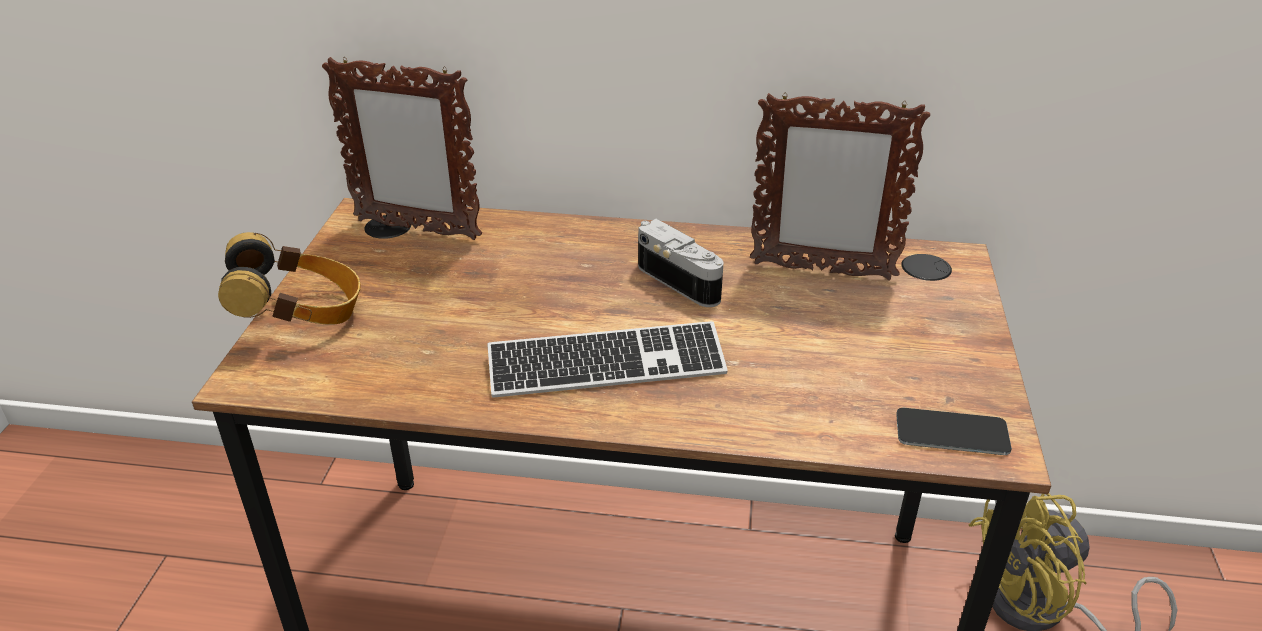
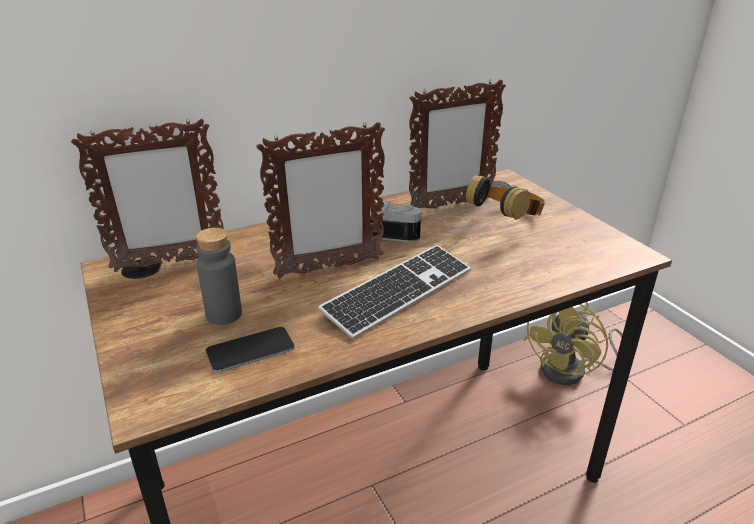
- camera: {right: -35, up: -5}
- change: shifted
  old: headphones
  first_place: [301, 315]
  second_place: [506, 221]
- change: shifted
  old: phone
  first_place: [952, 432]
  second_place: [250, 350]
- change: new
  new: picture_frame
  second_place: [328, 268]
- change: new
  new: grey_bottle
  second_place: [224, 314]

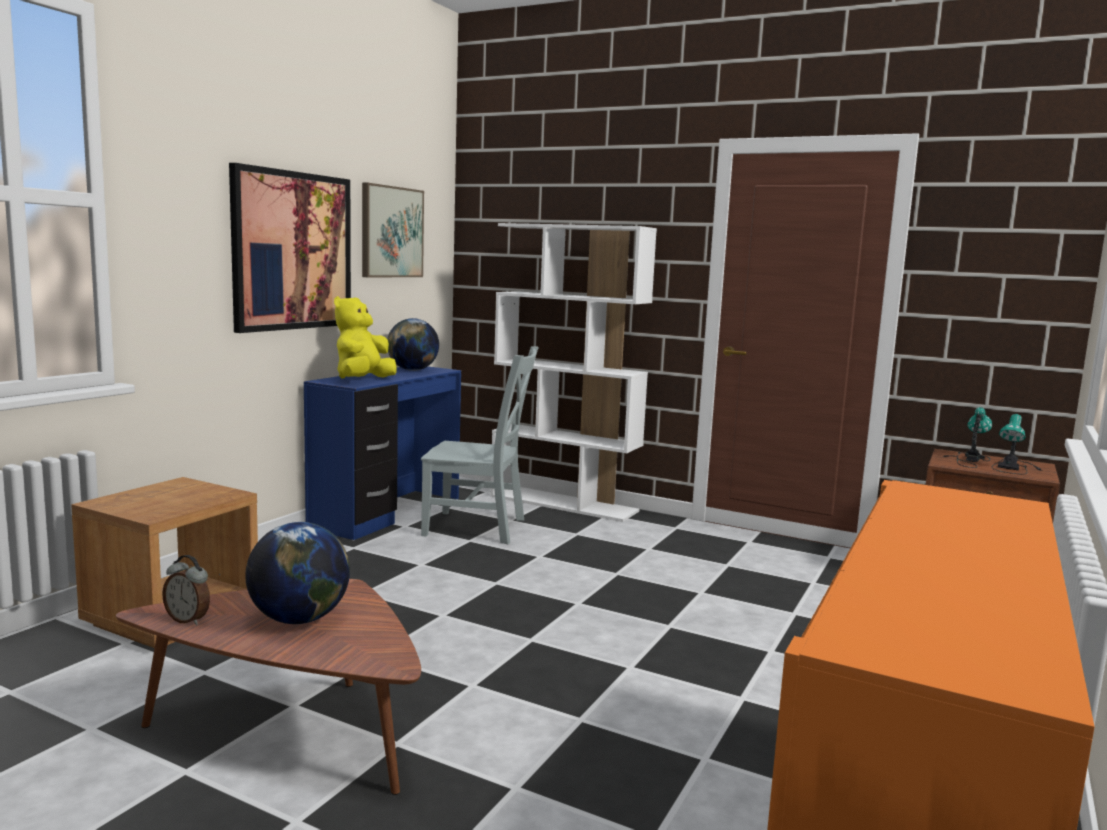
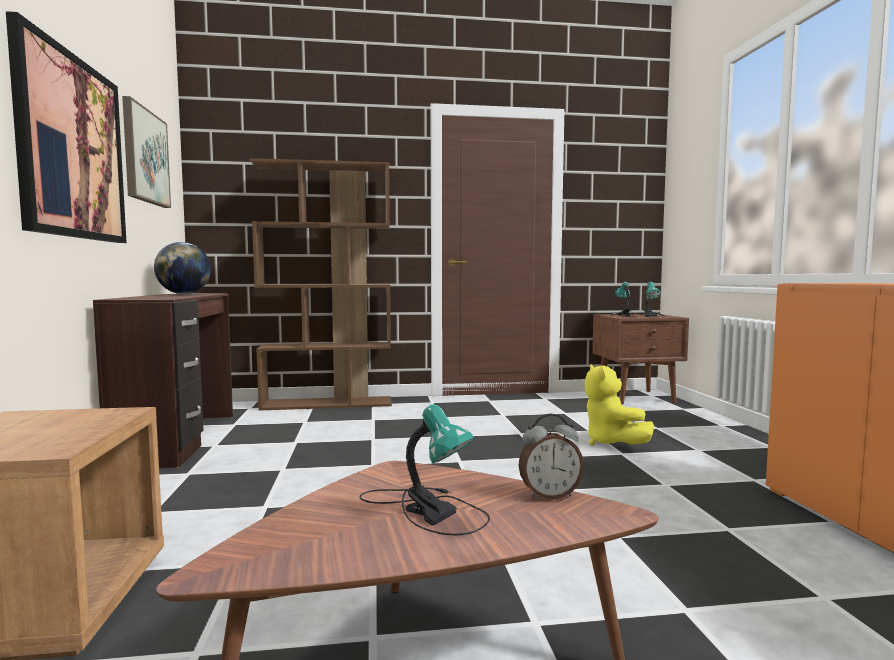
- camera: {right: -35, up: -5}
- change: repainted
  old: white_bookcase
  new: brown_bookcase
  first_place: [564, 503]
  second_place: [328, 403]
- change: shifted
  old: yellow_plush_toy
  first_place: [363, 380]
  second_place: [611, 443]
- change: gone
  old: grey_chair
  first_place: [479, 528]
- change: repainted
  old: blue_desk
  new: brown_desk
  first_place: [388, 513]
  second_place: [180, 439]
- change: swapped
  old: globe
  new: table_lamp
  first_place: [299, 619]
  second_place: [427, 509]
- change: shifted
  old: alarm_clock
  first_place: [188, 620]
  second_place: [549, 495]

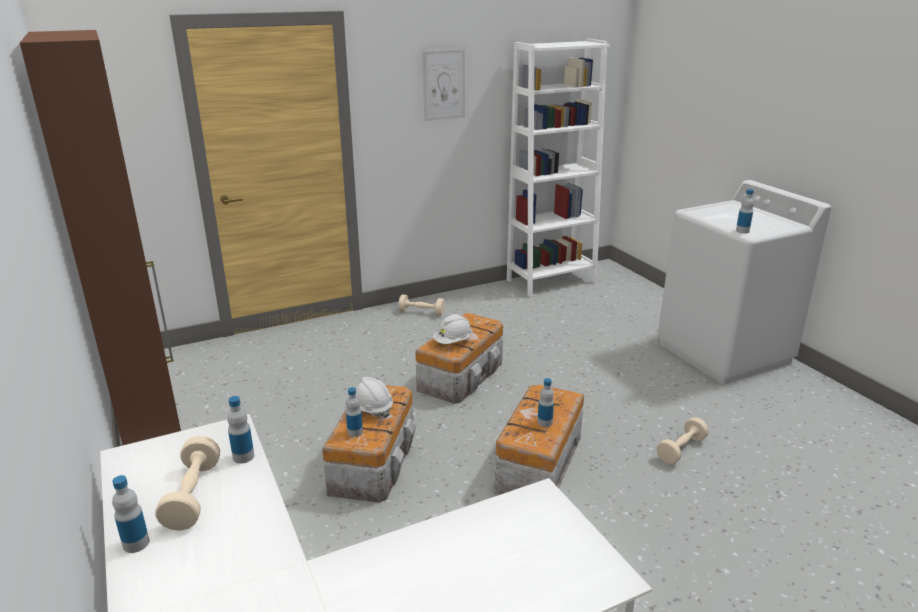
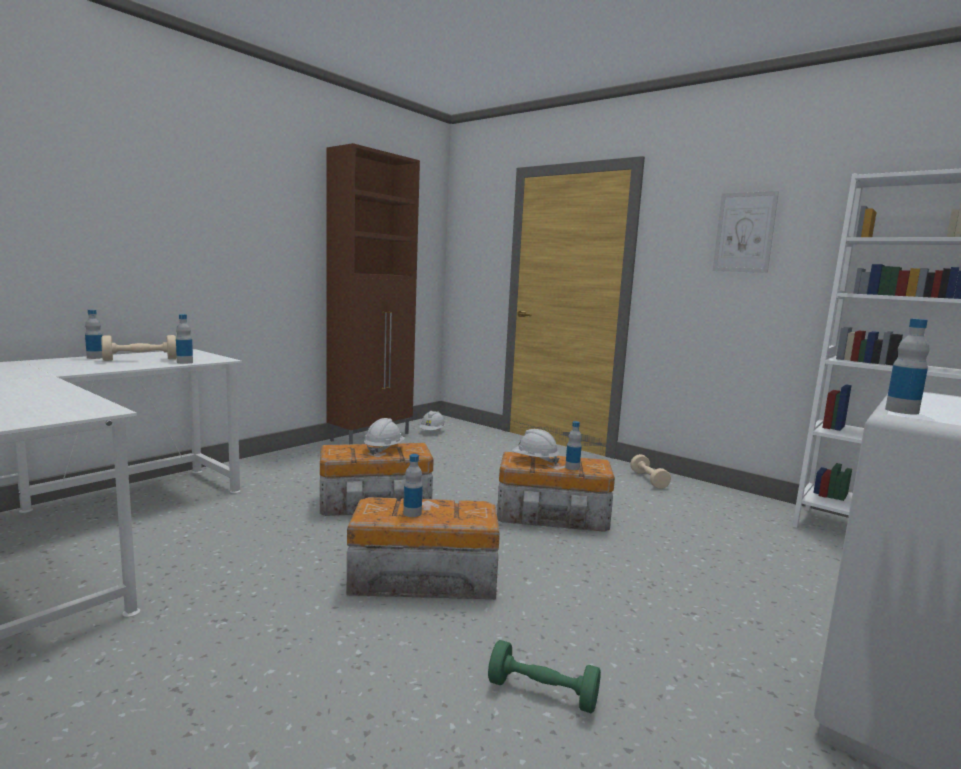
- camera: {right: 65, up: -15}
- change: shifted
  old: bottle
  first_place: [355, 432]
  second_place: [572, 467]
- change: repainted
  old: beige_dumbbell
  new: green_dumbbell
  first_place: [681, 449]
  second_place: [542, 693]
- change: new
  new: white_hard_hat
  second_place: [432, 431]

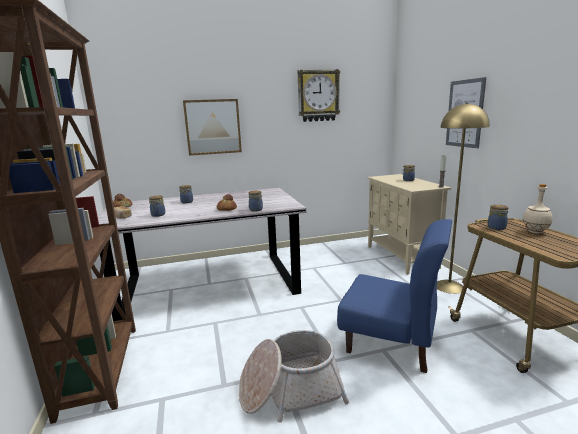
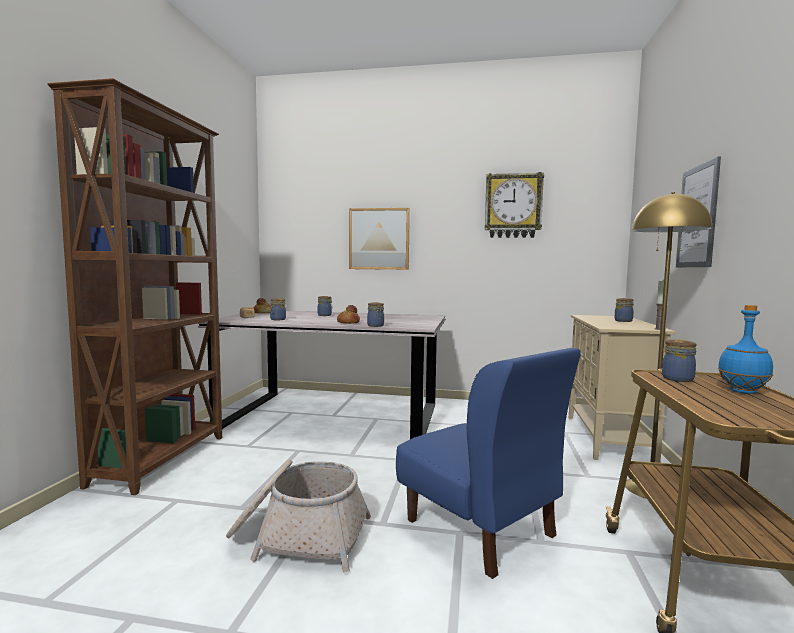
- camera: {right: 25, up: -10}
- change: repainted
  old: beige_bottle
  new: blue_bottle
  first_place: [534, 232]
  second_place: [741, 391]

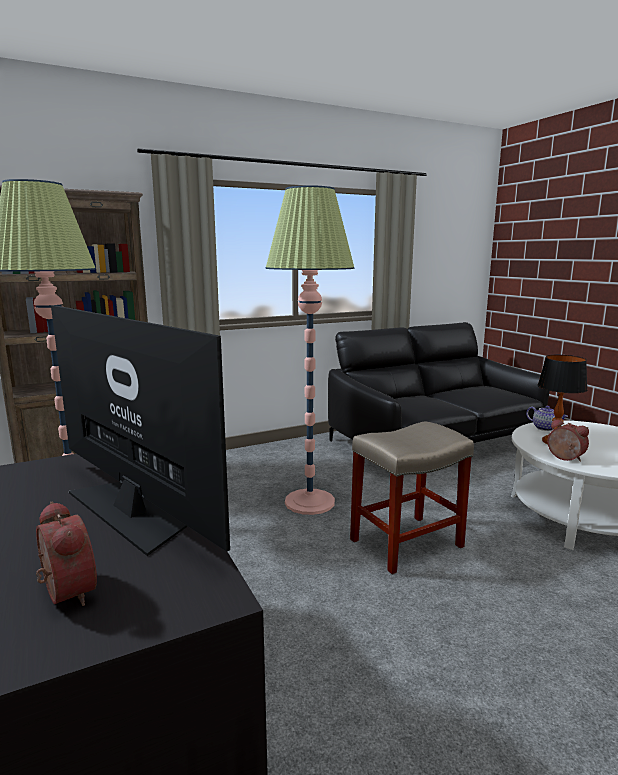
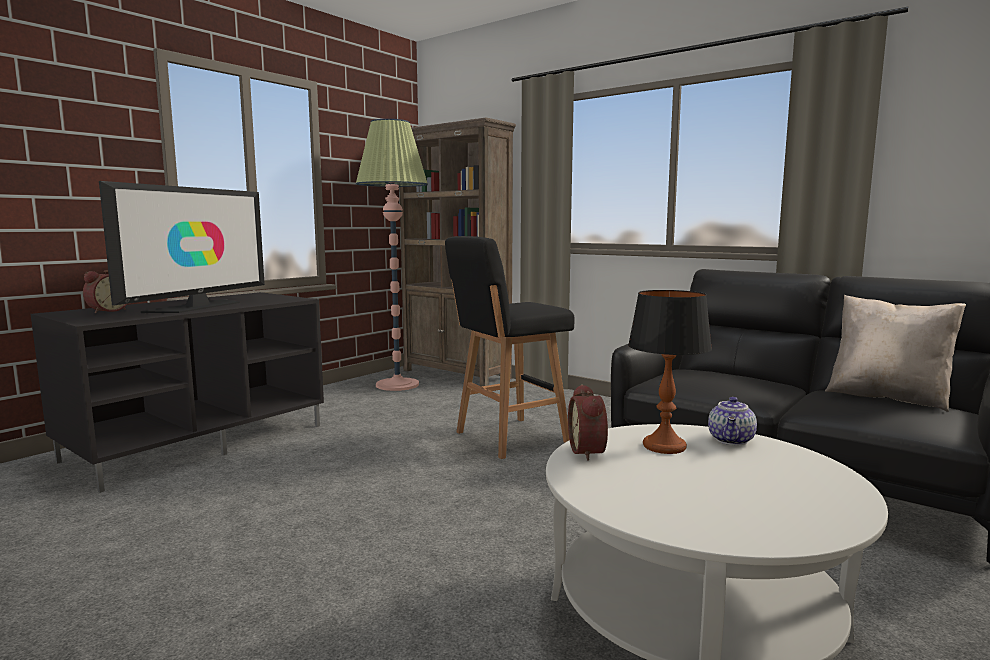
- camera: {right: 65, up: -5}
- change: swapped
  old: floor_lamp
  new: black_stool
  first_place: [309, 502]
  second_place: [508, 438]
- change: rotated
  old: alarm_clock
  first_place: [564, 458]
  second_place: [590, 451]
  degrees: 150
- change: gone
  old: beige_stool
  first_place: [407, 542]
- change: new
  new: beige_pillow
  second_place: [887, 397]

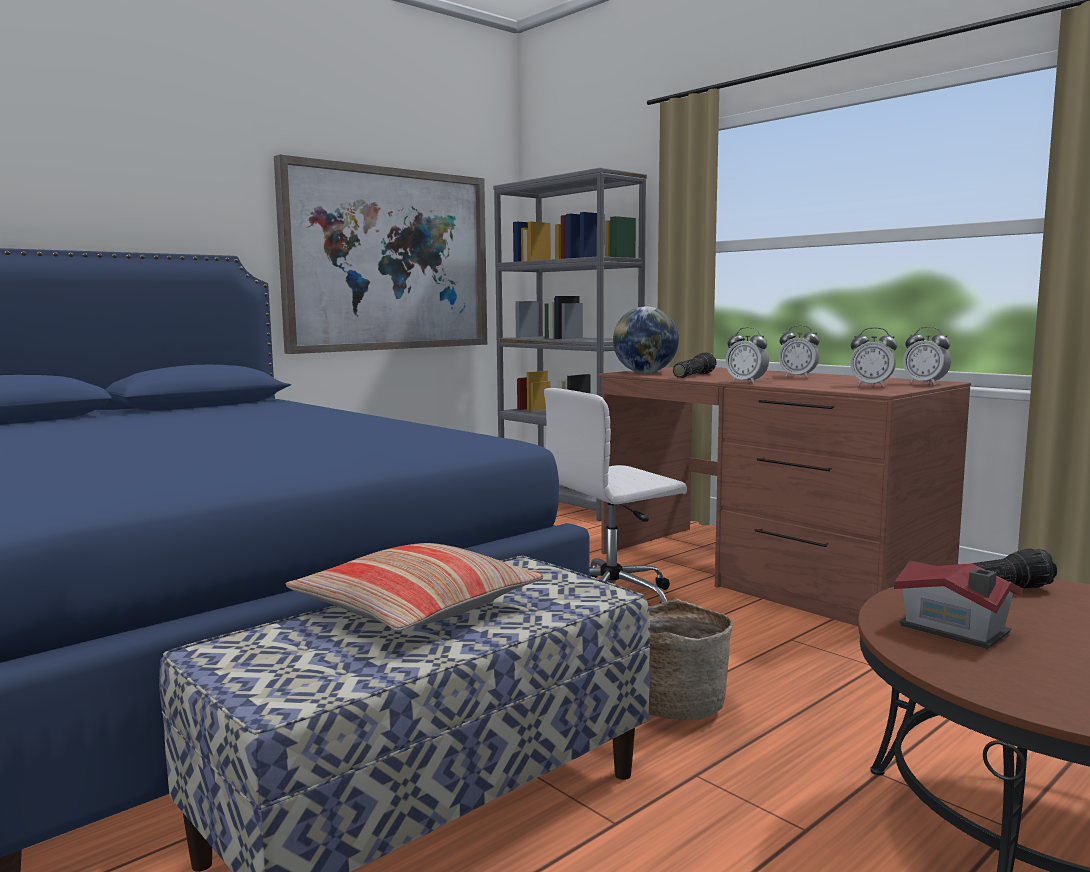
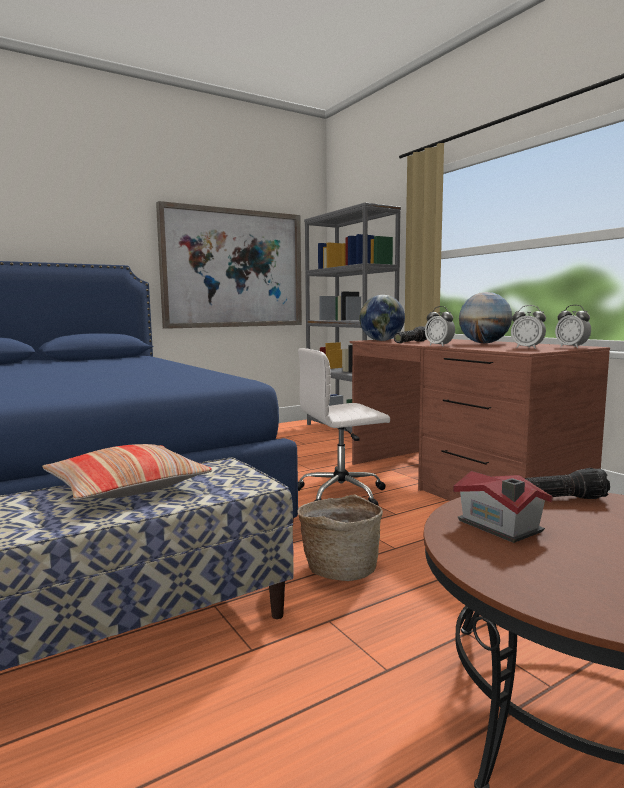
- camera: {right: 10, up: 0}
- change: swapped
  old: alarm_clock
  new: globe
  first_place: [798, 377]
  second_place: [484, 343]

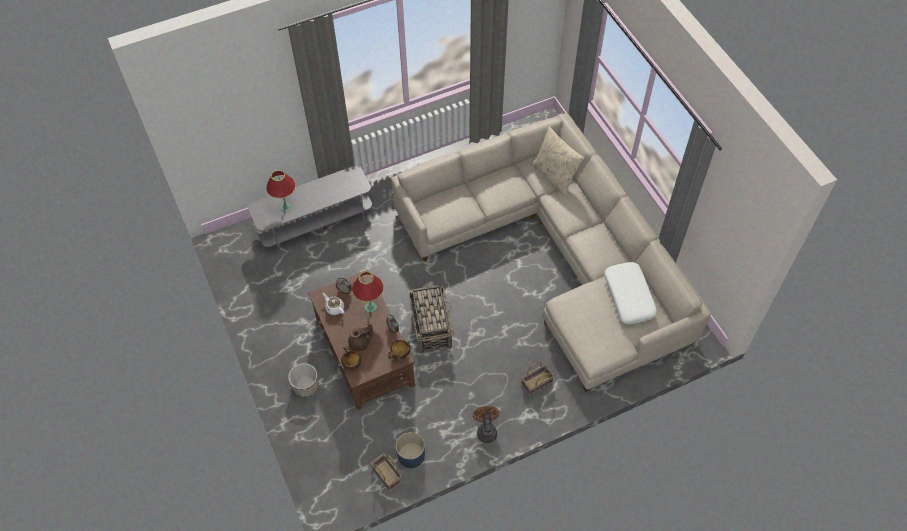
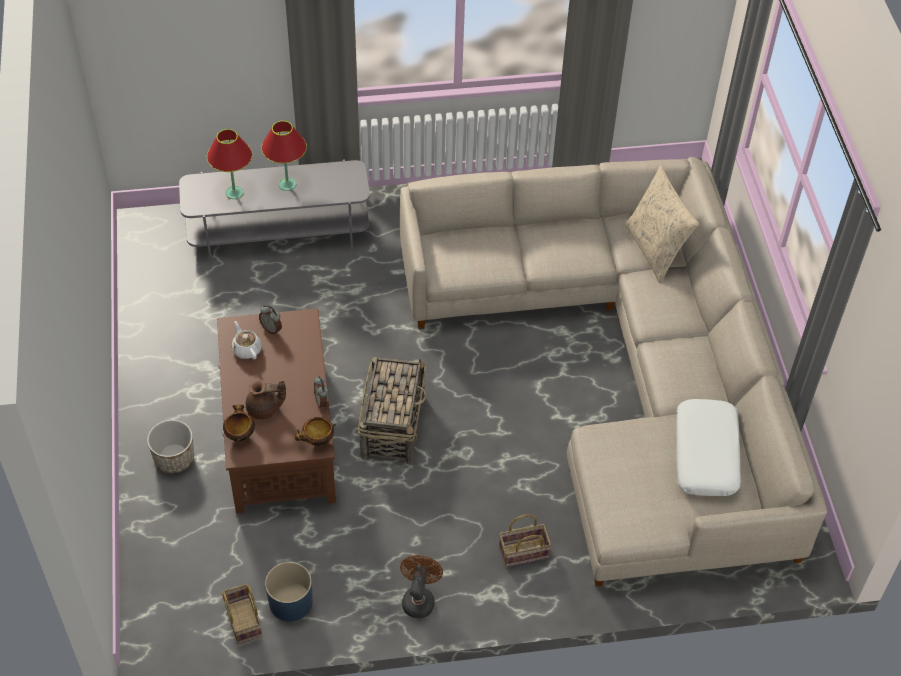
- camera: {right: 15, up: -5}
- change: shifted
  old: red_table_lamp
  first_place: [370, 307]
  second_place: [287, 184]

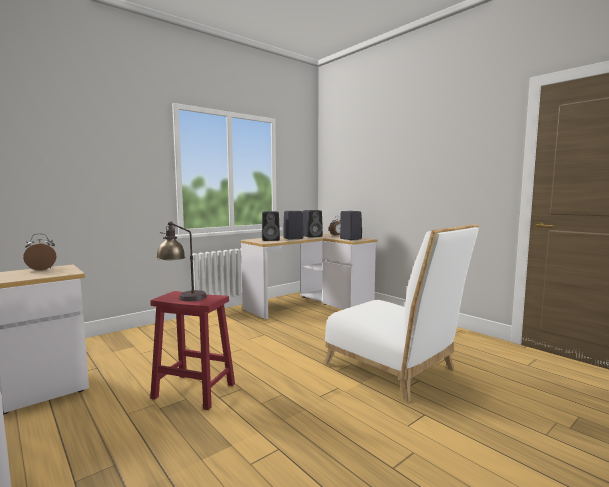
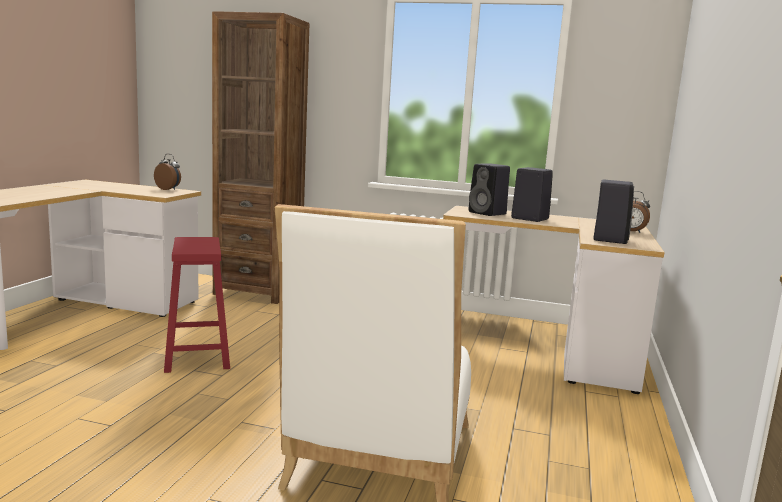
- camera: {right: 55, up: 5}
- change: gone
  old: black_speaker
  first_place: [312, 236]
- change: gone
  old: table_lamp
  first_place: [182, 297]
- change: new
  new: brown_bookcase
  second_place: [258, 291]

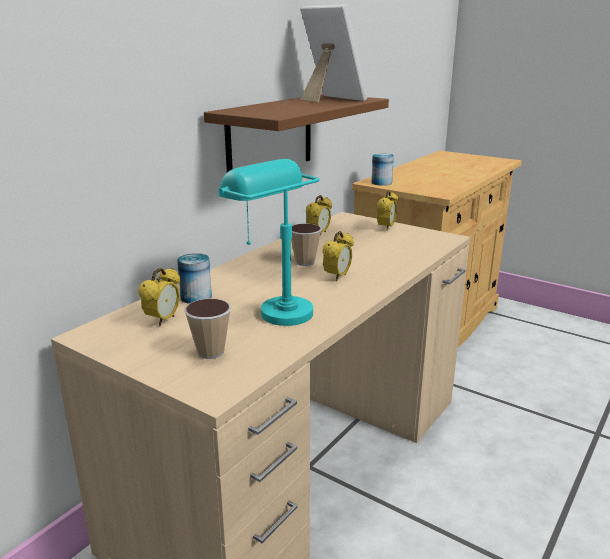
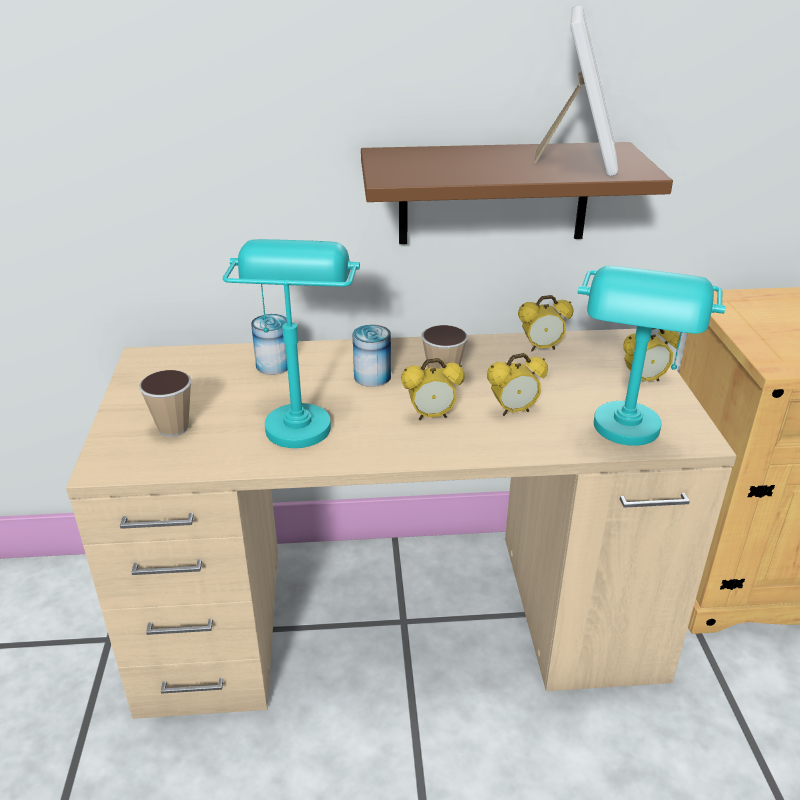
- camera: {right: 50, up: 10}
- change: shifted
  old: can
  first_place: [381, 183]
  second_place: [372, 376]
- change: shifted
  old: alarm_clock
  first_place: [163, 320]
  second_place: [514, 411]
- change: new
  new: turquoise_table_lamp
  second_place: [626, 440]

